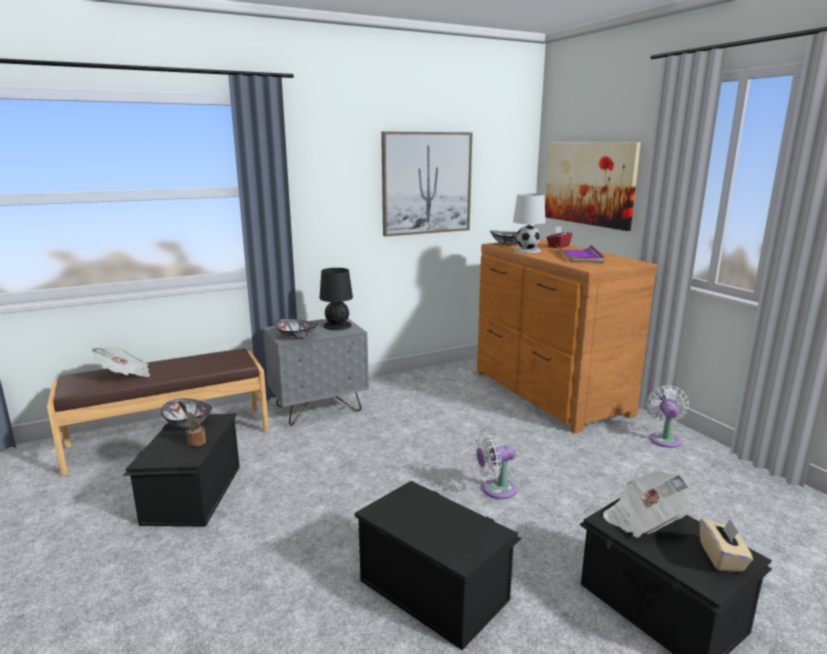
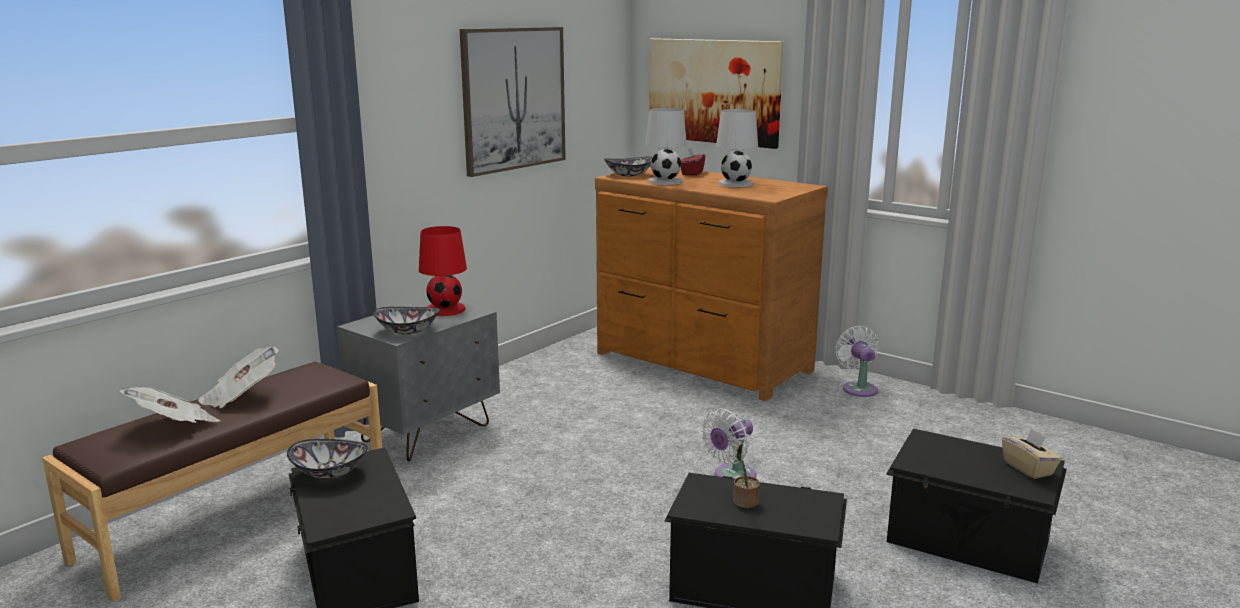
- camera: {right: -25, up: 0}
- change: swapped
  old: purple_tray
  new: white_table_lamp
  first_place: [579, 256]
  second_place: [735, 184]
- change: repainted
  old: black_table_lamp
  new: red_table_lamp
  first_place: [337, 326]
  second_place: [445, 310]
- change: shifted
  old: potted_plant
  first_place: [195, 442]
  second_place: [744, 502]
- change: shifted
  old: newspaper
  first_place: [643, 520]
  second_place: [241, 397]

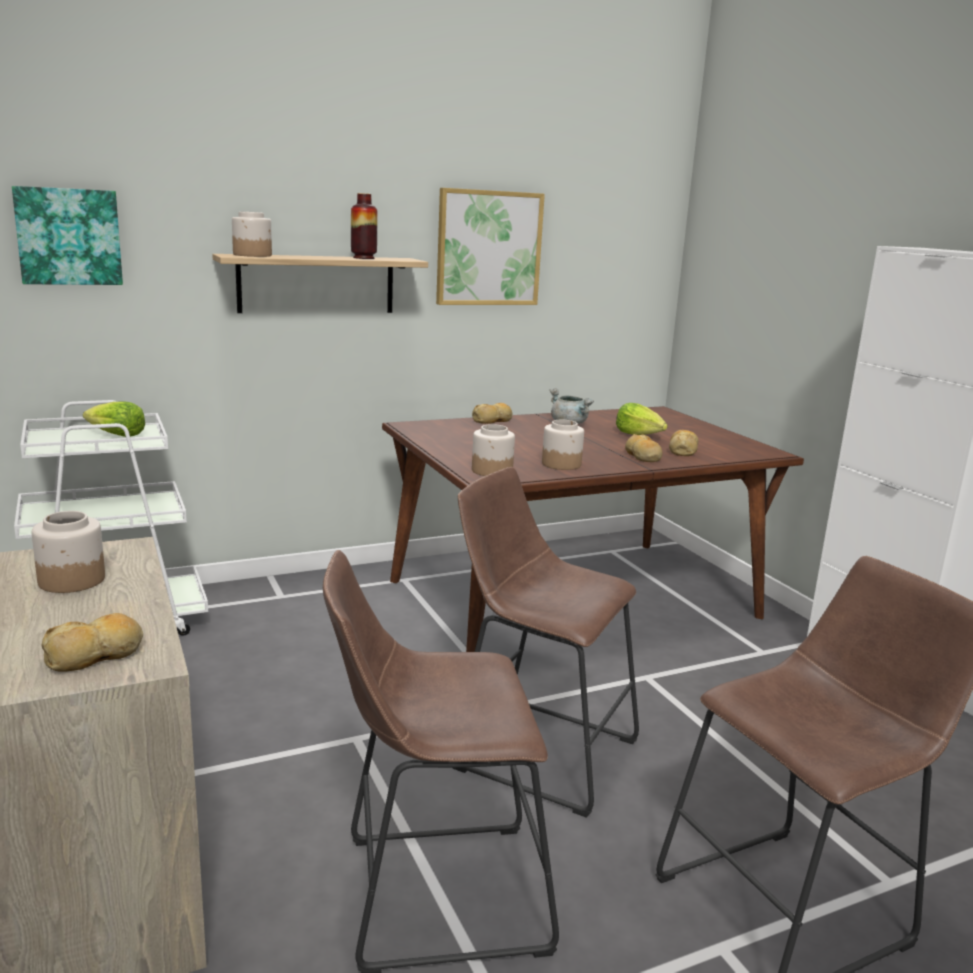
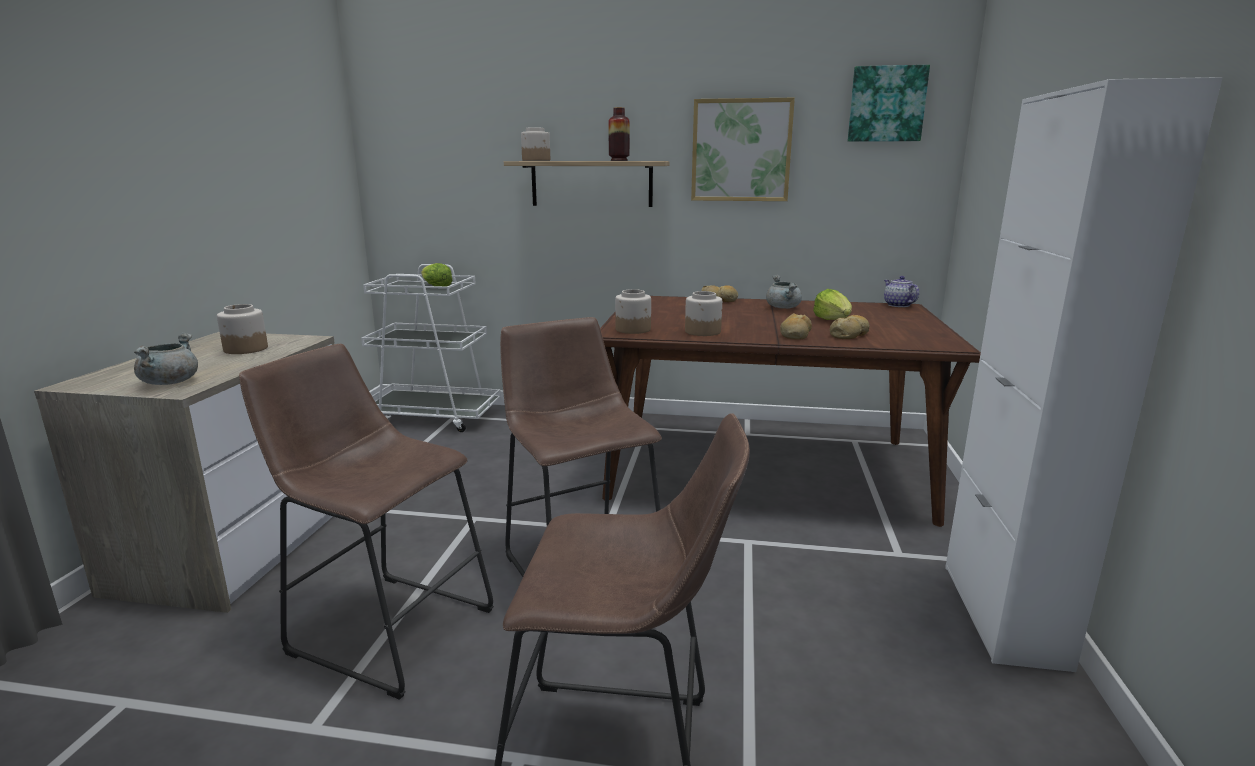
- camera: {right: 35, up: 0}
- change: shifted
  old: picture
  first_place: [69, 236]
  second_place: [886, 104]
- change: swapped
  old: bread
  new: grey_cooking_pot
  first_place: [96, 655]
  second_place: [170, 382]
- change: new
  new: teapot
  second_place: [897, 305]

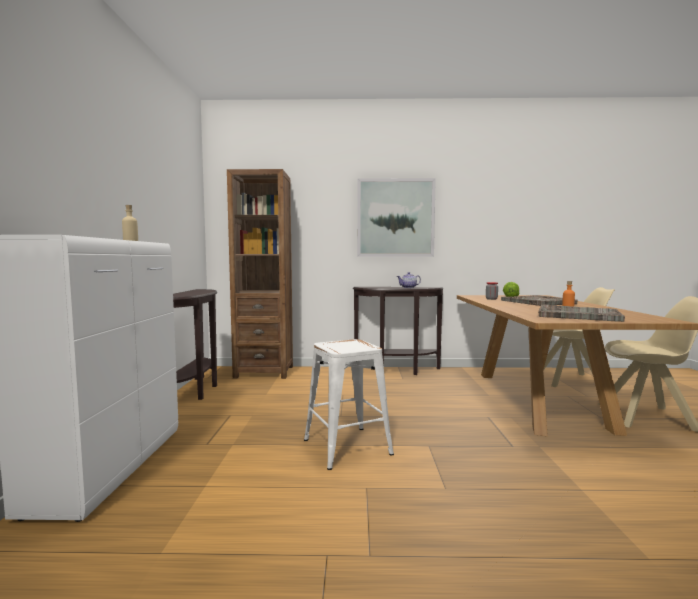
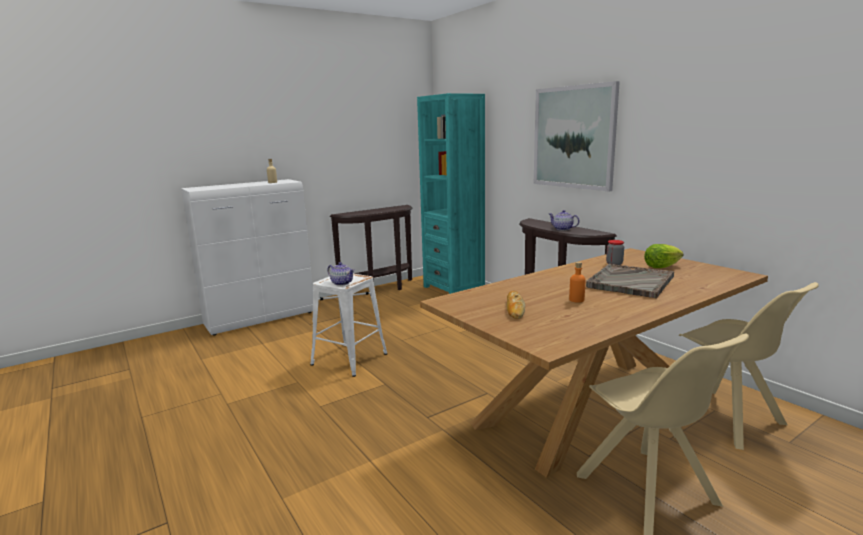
- camera: {right: 55, up: 10}
- change: repainted
  old: brown_bookcase
  new: turquoise_bookcase
  first_place: [264, 372]
  second_place: [454, 288]
- change: swapped
  old: grey_tray
  new: bread
  first_place: [577, 315]
  second_place: [514, 308]
- change: new
  new: teapot
  second_place: [342, 283]

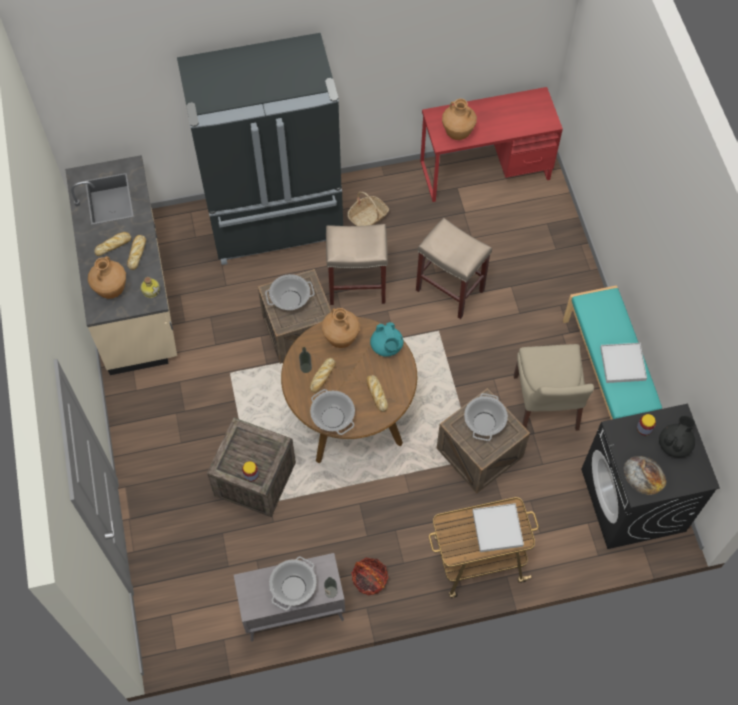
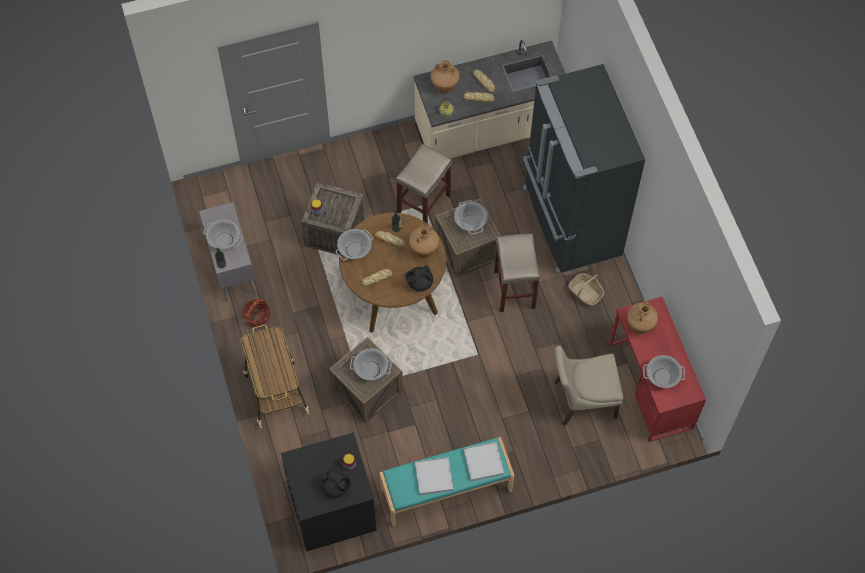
- camera: {right: 85, up: 0}
- change: shifted
  old: beige_stool
  first_place: [449, 290]
  second_place: [424, 203]
- change: repainted
  old: turquoise_teapot
  new: black_teapot
  first_place: [387, 347]
  second_place: [419, 283]
- change: shifted
  old: beige_chair
  first_place: [546, 405]
  second_place: [582, 400]
- change: gone
  old: bread
  first_place: [644, 475]
- change: shifted
  old: white_tray
  first_place: [497, 528]
  second_place: [483, 462]
- change: new
  new: cooking_pot
  second_place: [662, 377]

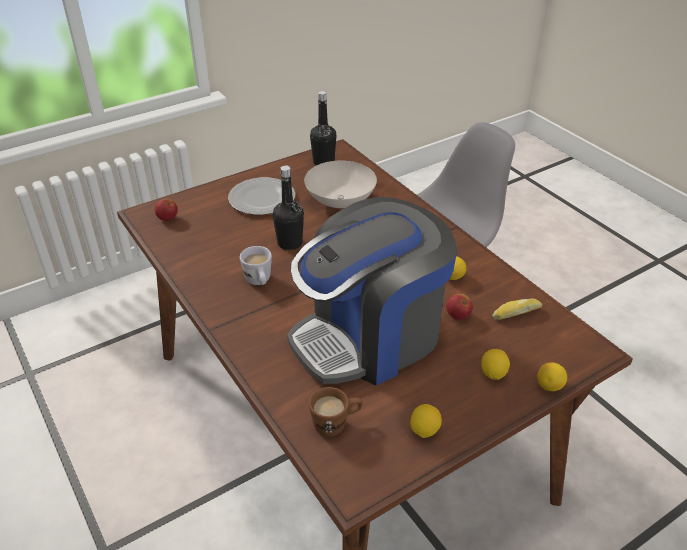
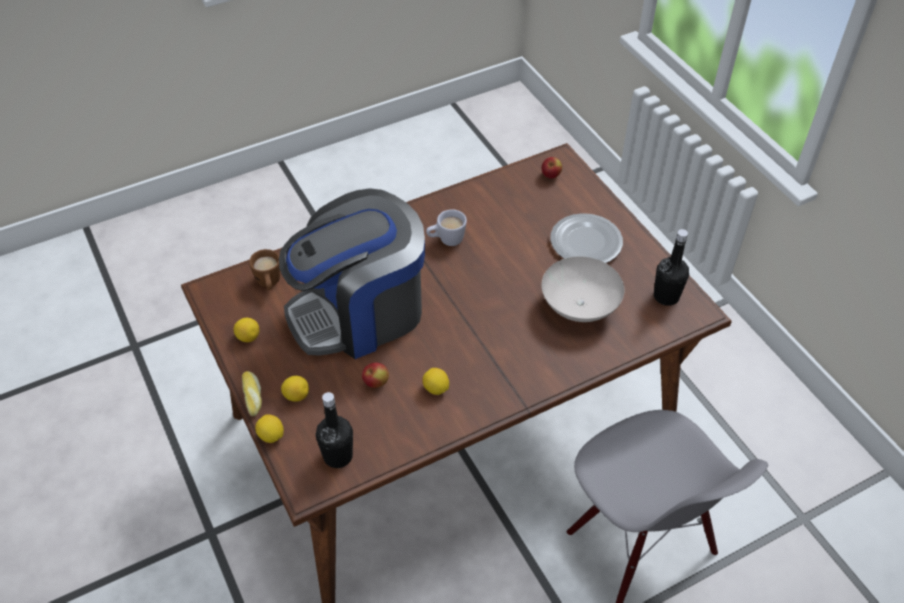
- camera: {right: 95, up: 10}
- change: shifted
  old: black_bottle
  first_place: [290, 243]
  second_place: [338, 456]
- change: rotated
  old: coffee_machine
  first_place: [369, 337]
  second_place: [360, 312]
  degrees: -90
- change: shifted
  old: bread
  first_place: [515, 313]
  second_place: [253, 396]

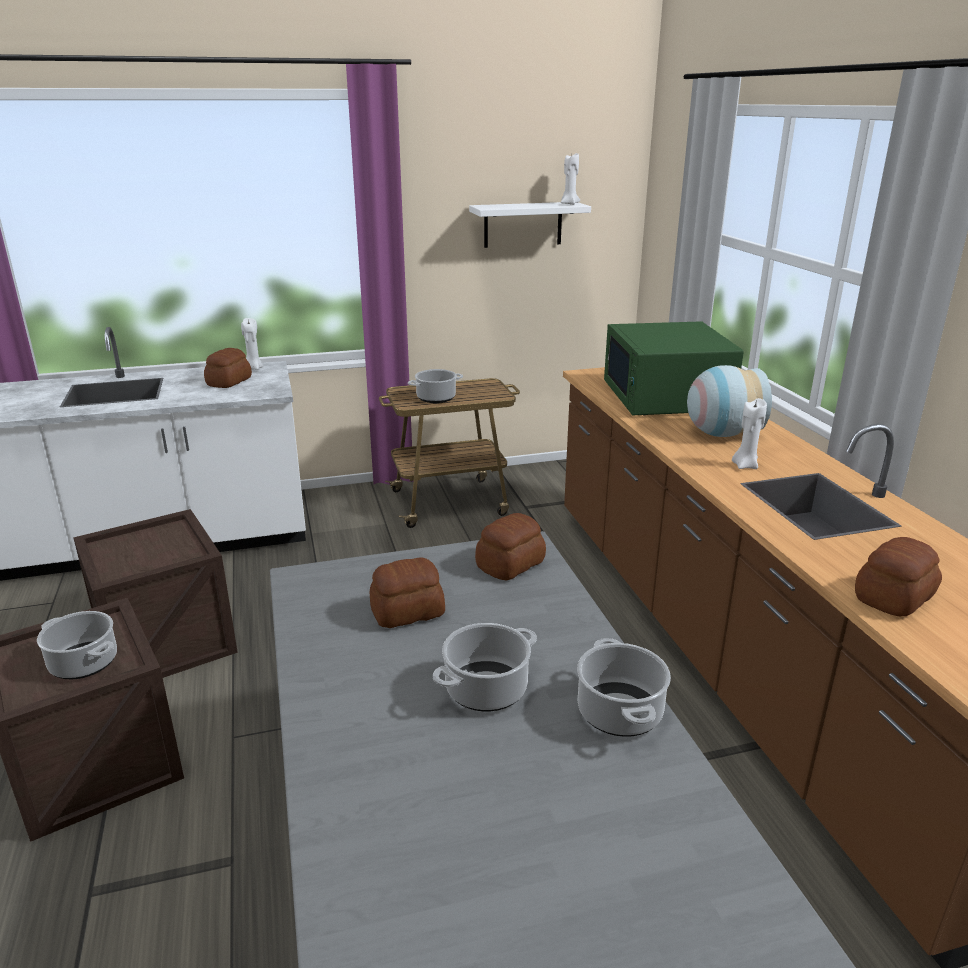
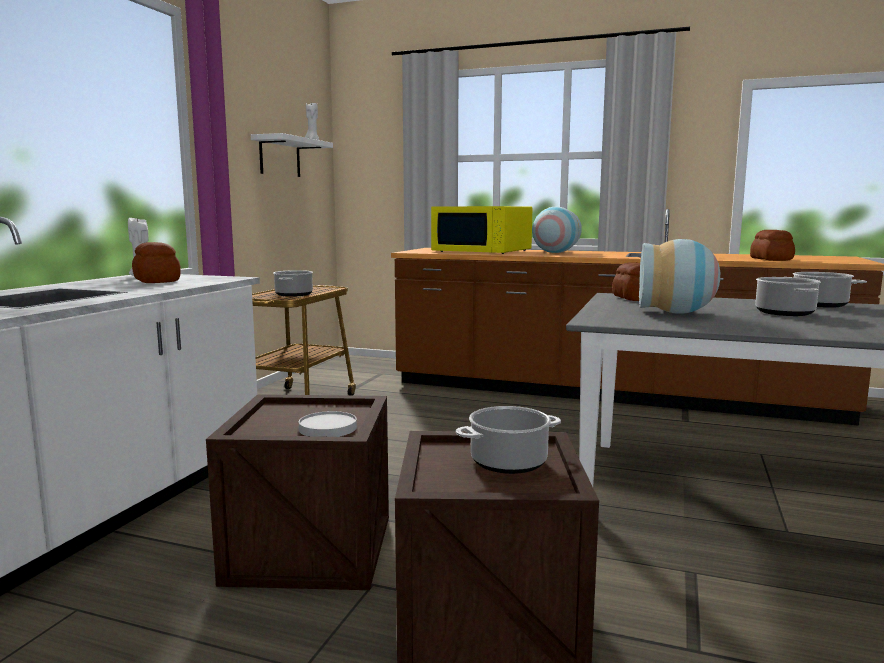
- camera: {right: -55, up: -15}
- change: repainted
  old: green_microwave
  new: yellow_microwave
  first_place: [665, 397]
  second_place: [483, 251]
- change: gone
  old: white_candle
  first_place: [745, 465]
- change: swapped
  old: bread
  new: vase
  first_place: [406, 611]
  second_place: [676, 313]
- change: new
  new: white_plate
  second_place: [328, 428]

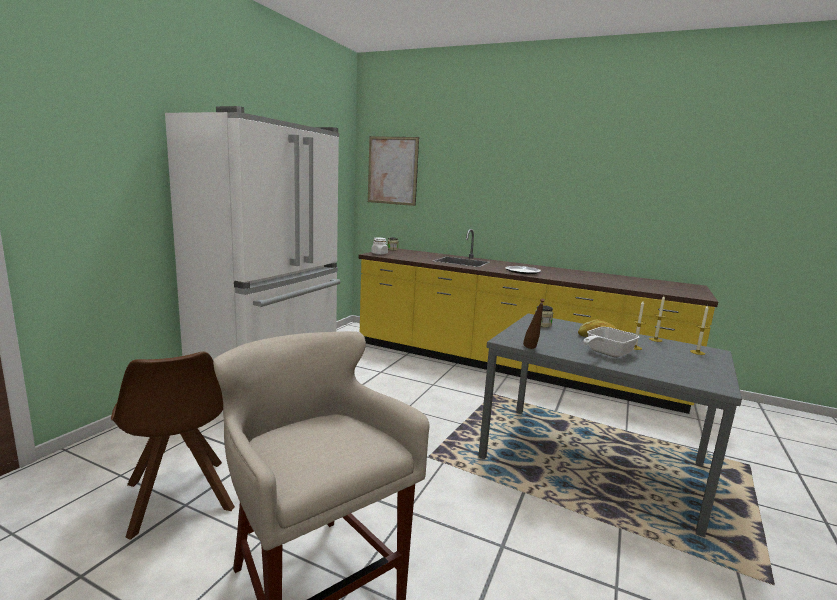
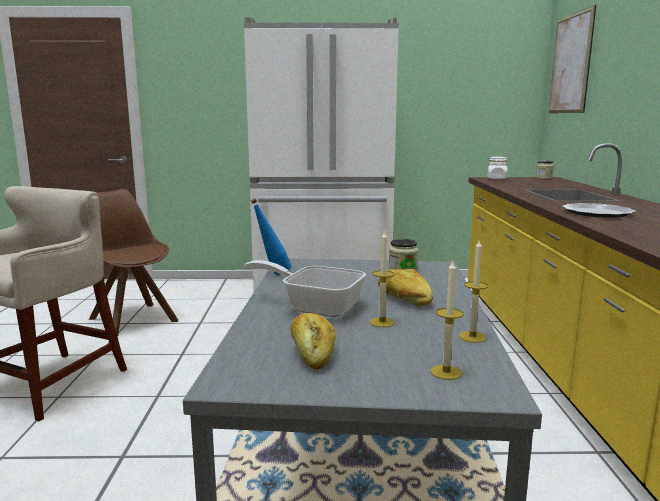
- camera: {right: 65, up: 0}
- change: repainted
  old: brown_bottle
  new: blue_bottle
  first_place: [532, 349]
  second_place: [272, 274]
- change: rotated
  old: brown_chair
  first_place: [179, 499]
  second_place: [132, 319]
  degrees: 105
- change: new
  new: bread
  second_place: [313, 351]

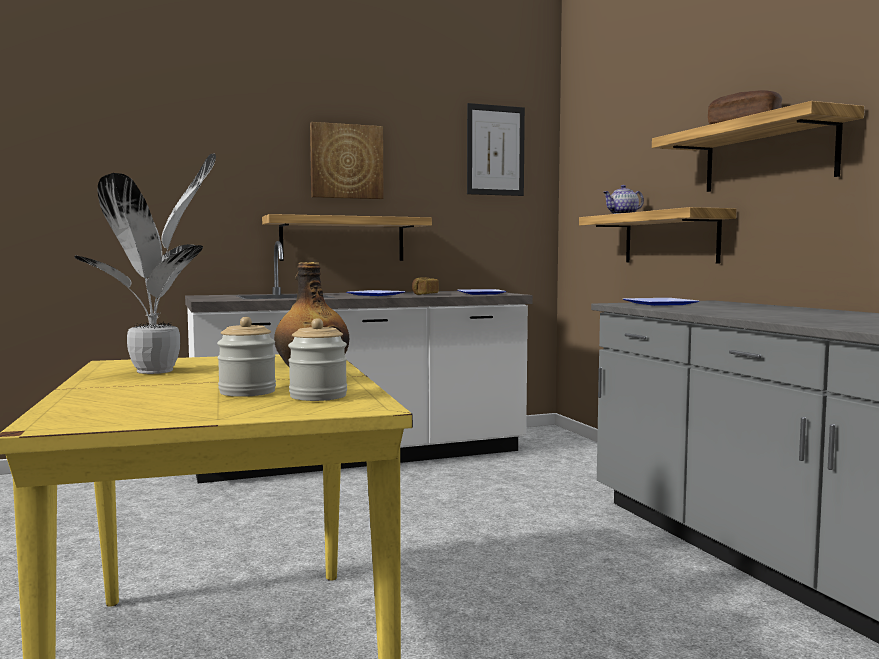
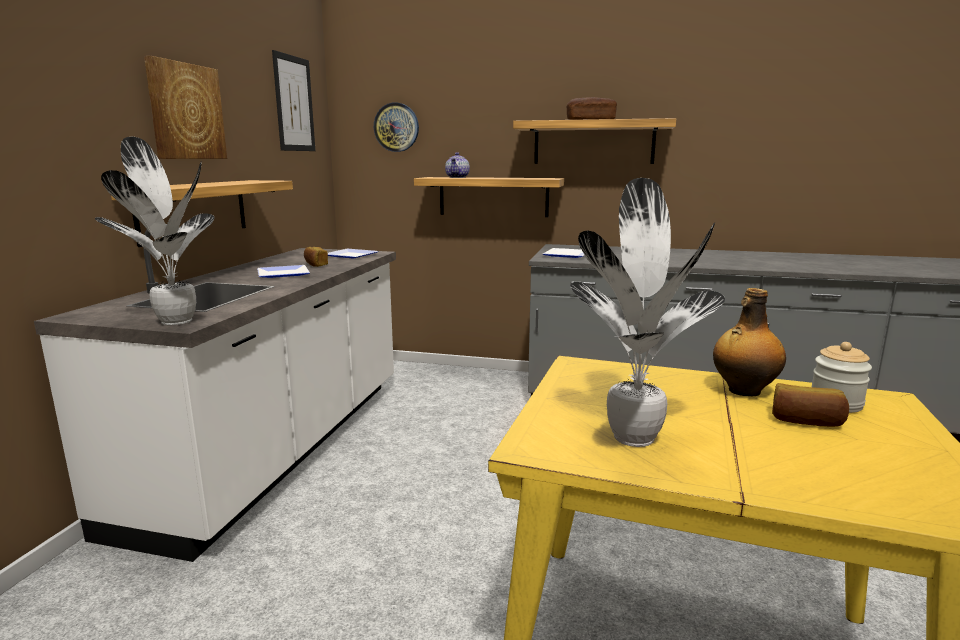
- camera: {right: -55, up: 10}
- change: swapped
  old: jar
  new: bread
  first_place: [247, 392]
  second_place: [806, 421]
- change: new
  new: wall_clock
  second_place: [396, 127]
- change: new
  new: potted_plant
  second_place: [176, 321]

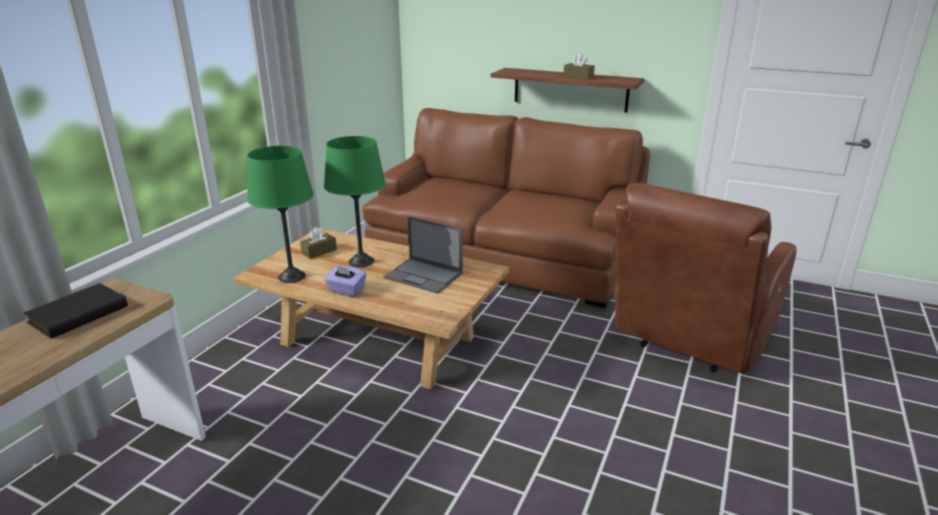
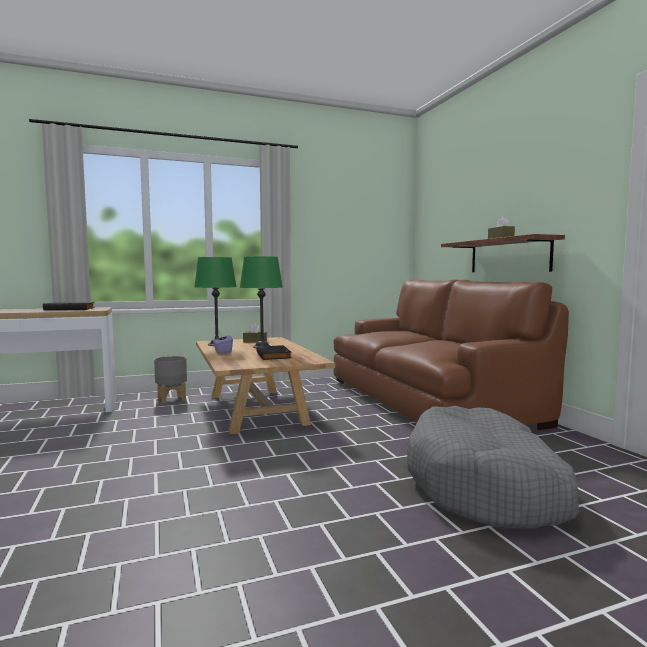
- camera: {right: 45, up: -20}
- change: swapped
  old: brown_armchair
  new: grey_dog_bed
  first_place: [689, 340]
  second_place: [486, 486]
- change: swapped
  old: laptop
  new: black_book
  first_place: [424, 276]
  second_place: [274, 355]
- change: new
  new: grey_planter
  second_place: [171, 399]

